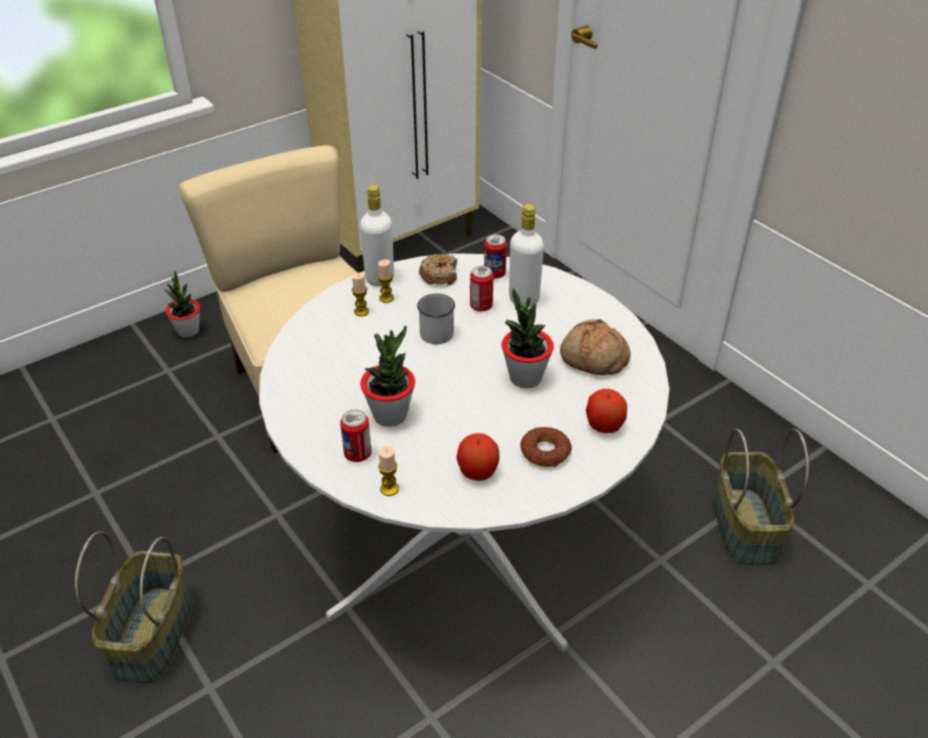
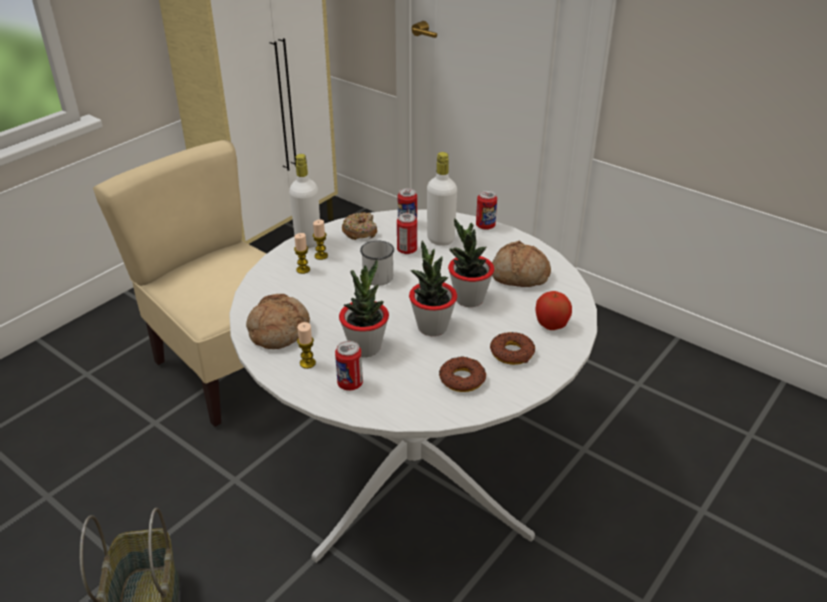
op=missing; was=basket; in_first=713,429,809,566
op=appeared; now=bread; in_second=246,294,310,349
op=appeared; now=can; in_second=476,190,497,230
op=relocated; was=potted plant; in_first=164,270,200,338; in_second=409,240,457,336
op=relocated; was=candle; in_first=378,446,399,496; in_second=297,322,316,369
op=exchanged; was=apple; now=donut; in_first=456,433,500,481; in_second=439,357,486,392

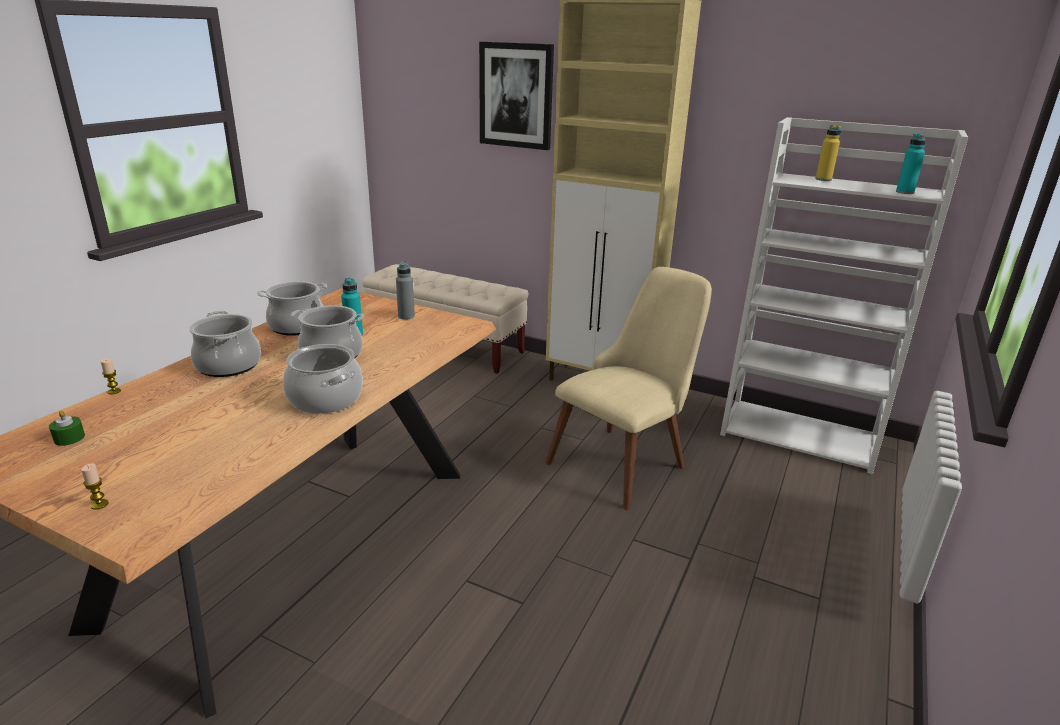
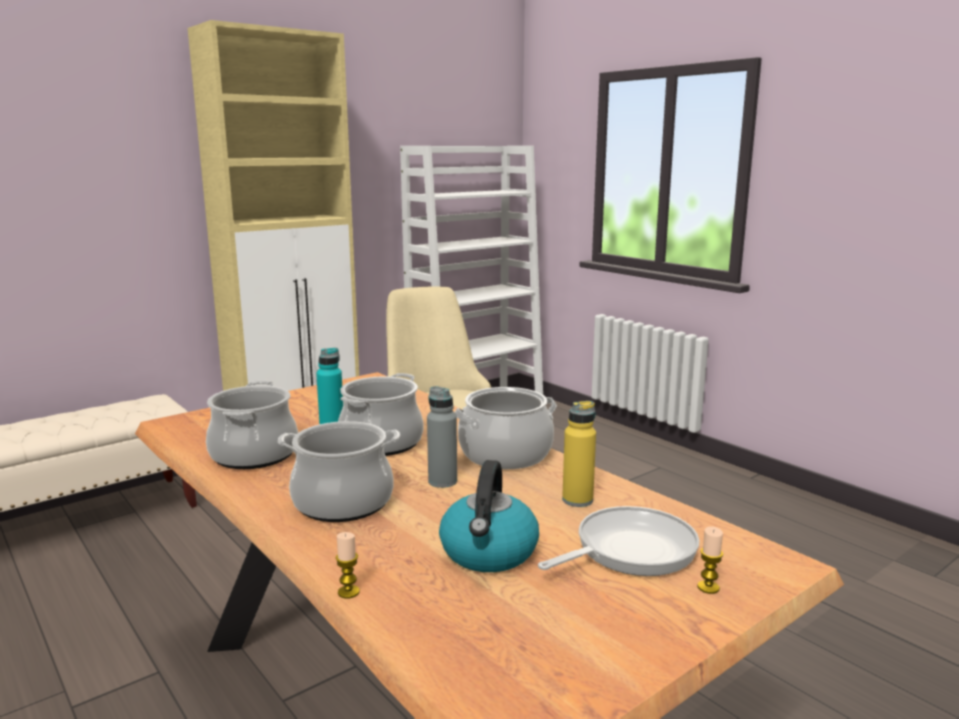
op=missing; was=green candle; in_first=49,410,85,446
op=missing; was=picture; in_first=479,42,554,150
op=missing; was=turquoise bottle; in_first=896,134,926,194
op=appeared; now=kettle; in_second=439,460,539,572
op=appeared; now=frying pan; in_second=538,506,699,576
op=relocated; was=grey bottle; in_first=396,261,415,319; in_second=427,386,457,488
op=relocated; was=yellow bottle; in_first=815,125,841,181; in_second=562,401,596,507

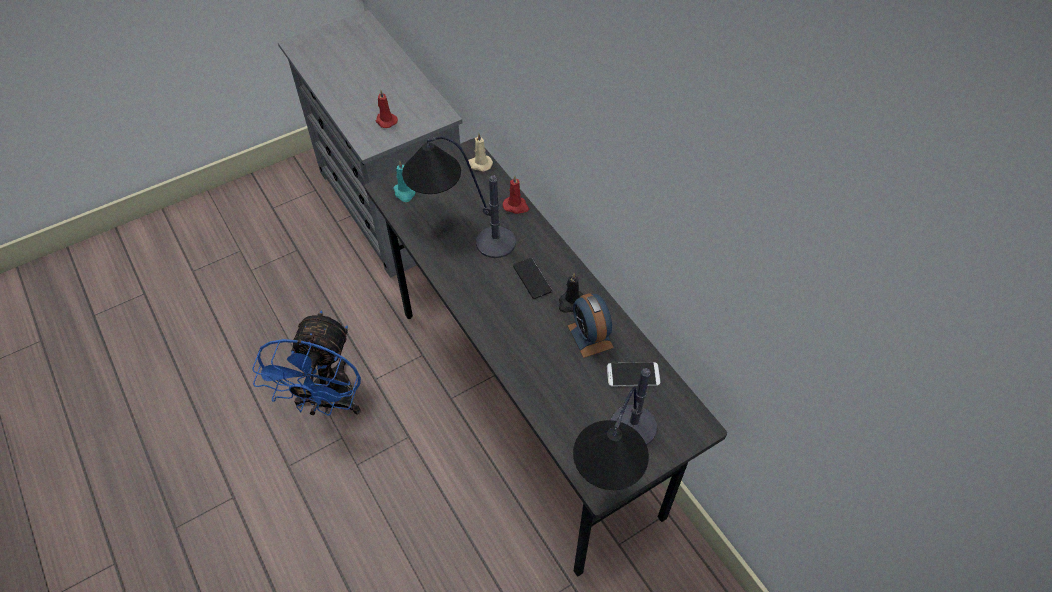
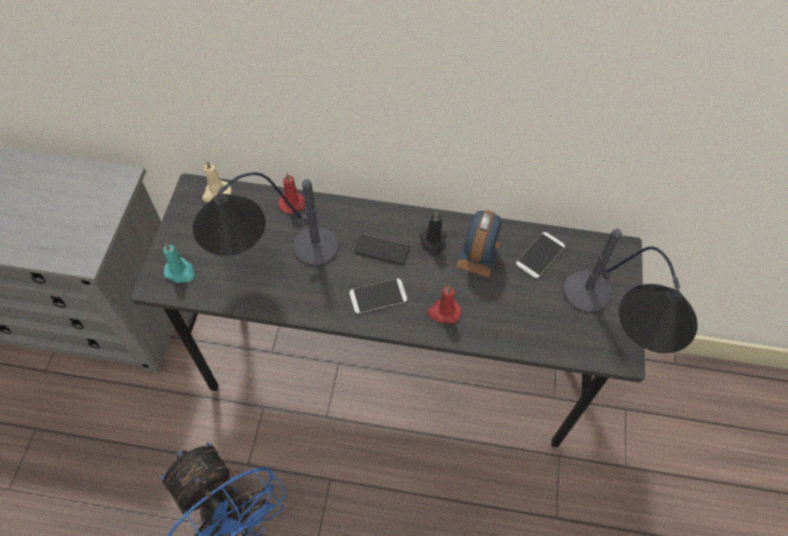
op=appeared; now=phone; in_second=349,279,407,314
op=relocated; was=red candle; in_first=376,90,398,128; in_second=427,285,461,323
op=spun; was=alarm clock; in_first=567,293,614,358; in_second=456,210,502,278; clockwise=90

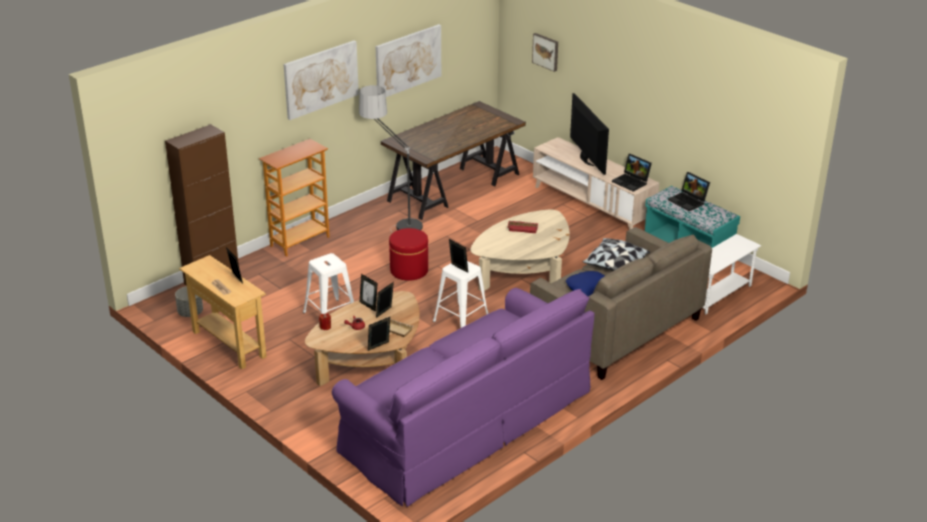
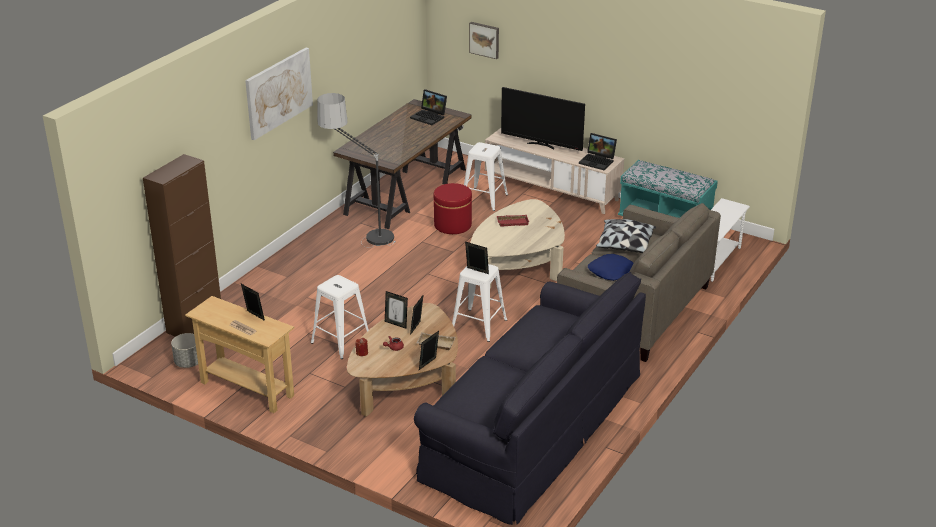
op=missing; was=bookcase; in_first=259,139,330,257
op=missing; was=picture; in_first=375,24,441,97
op=appeared; now=white stool; in_second=464,142,508,211
op=relocated; was=red ottoman; in_first=389,228,428,281; in_second=433,183,472,234
op=relocated; was=laptop; in_first=668,172,710,211; in_second=410,89,447,125
op=colour; was=purple sofa; now=black sofa; in_first=332,288,595,507; in_second=414,272,646,525
op=spun; was=television; in_first=570,93,609,175; in_second=501,87,585,151; clockwise=150

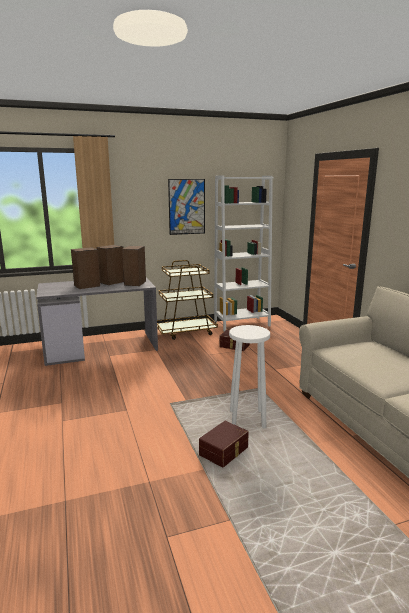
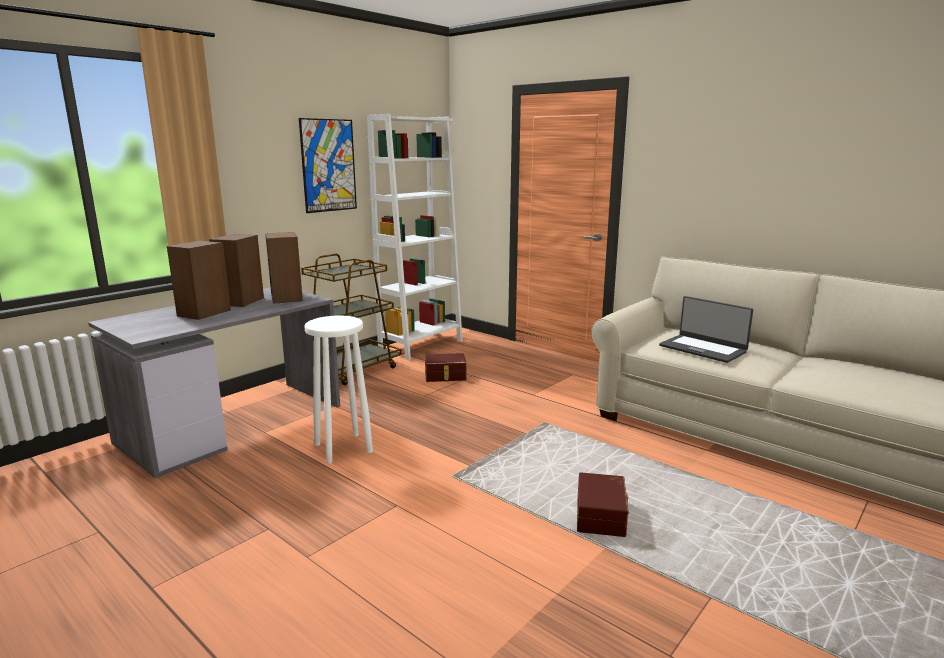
op=appeared; now=laptop; in_second=659,296,753,363
op=relocated; was=white stool; in_first=229,325,270,428; in_second=304,315,373,463

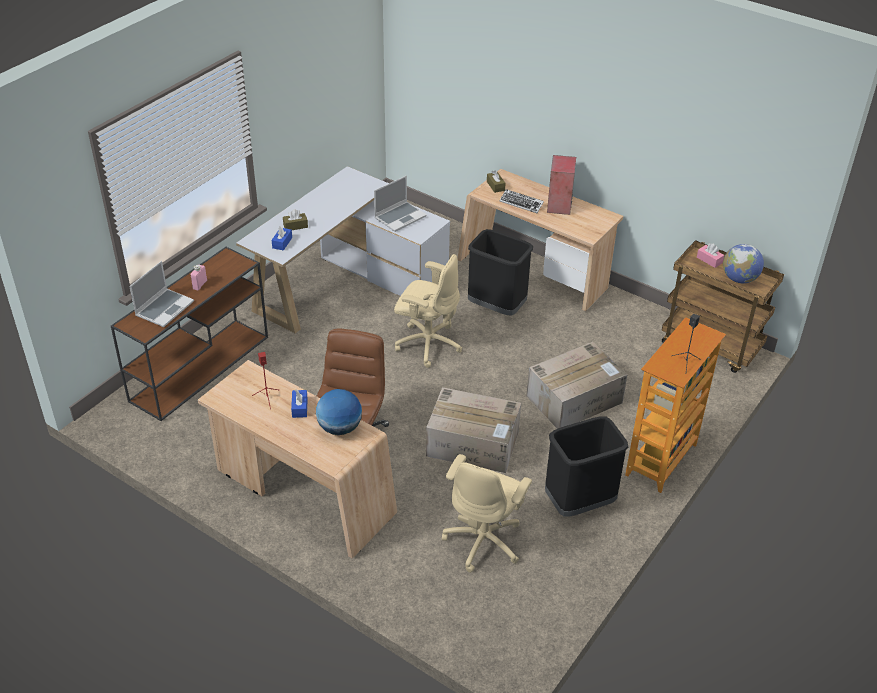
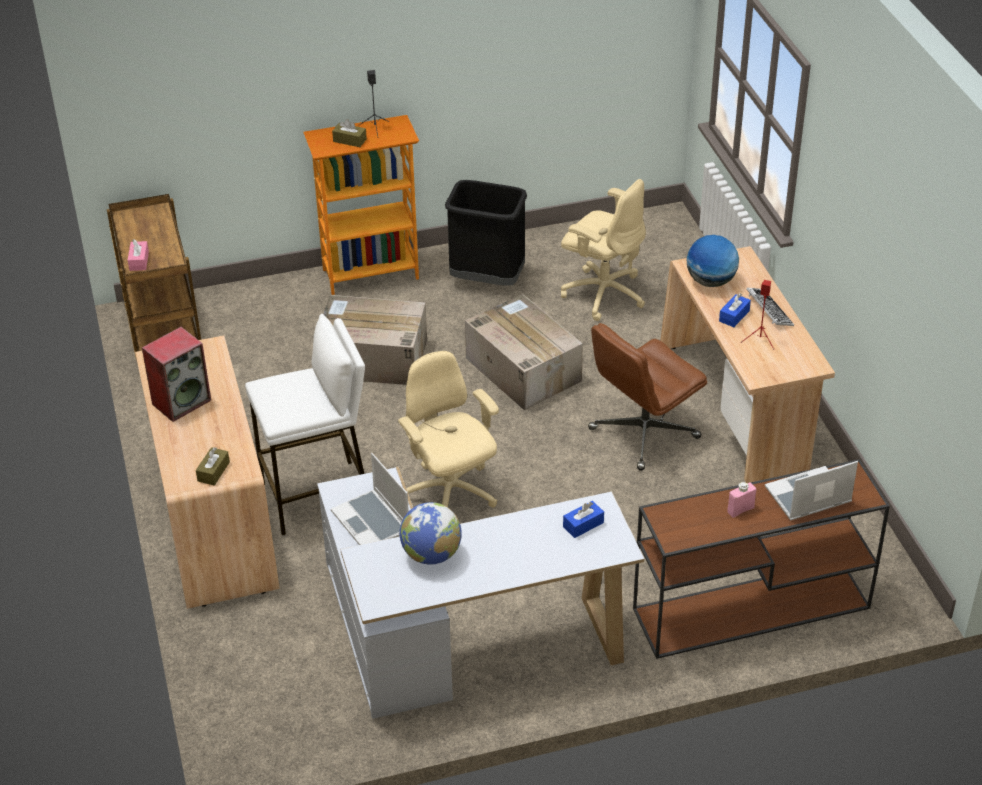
op=relocated; was=brown tissue box; in_first=283,209,308,230; in_second=332,119,367,147
op=relocated; was=keyboard; in_first=499,189,544,213; in_second=747,288,794,326
op=relocated; was=globe; in_first=723,244,764,283; in_second=400,502,462,565
op=exchanged; was=black trash can; now=white stool; in_first=468,229,533,316; in_second=245,314,365,536
op=spun; was=laptop; in_first=374,175,427,232; in_second=331,453,409,545; clockwise=-120
op=spun; was=beige office chair; in_first=442,454,532,572; in_second=561,179,646,321; clockwise=60

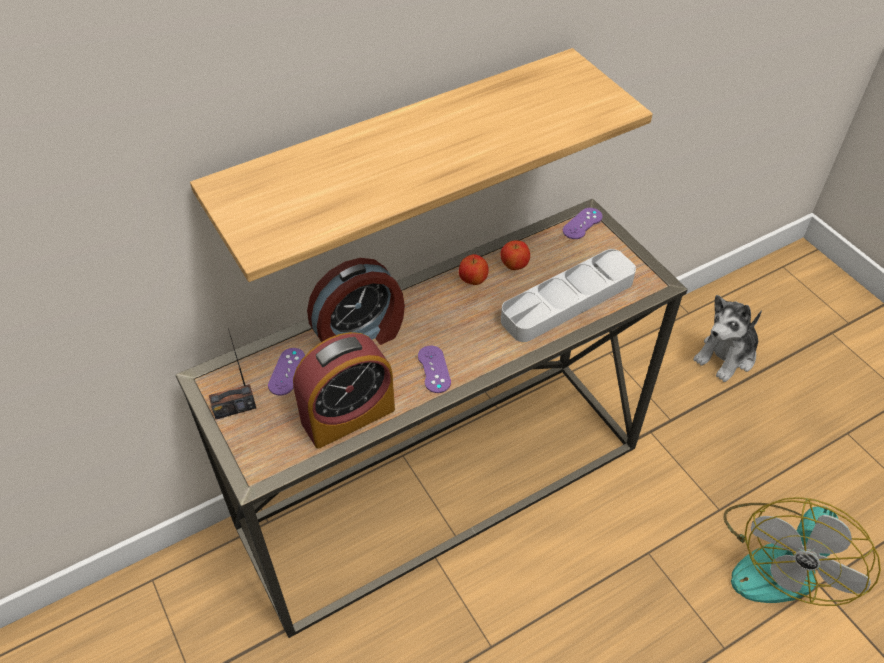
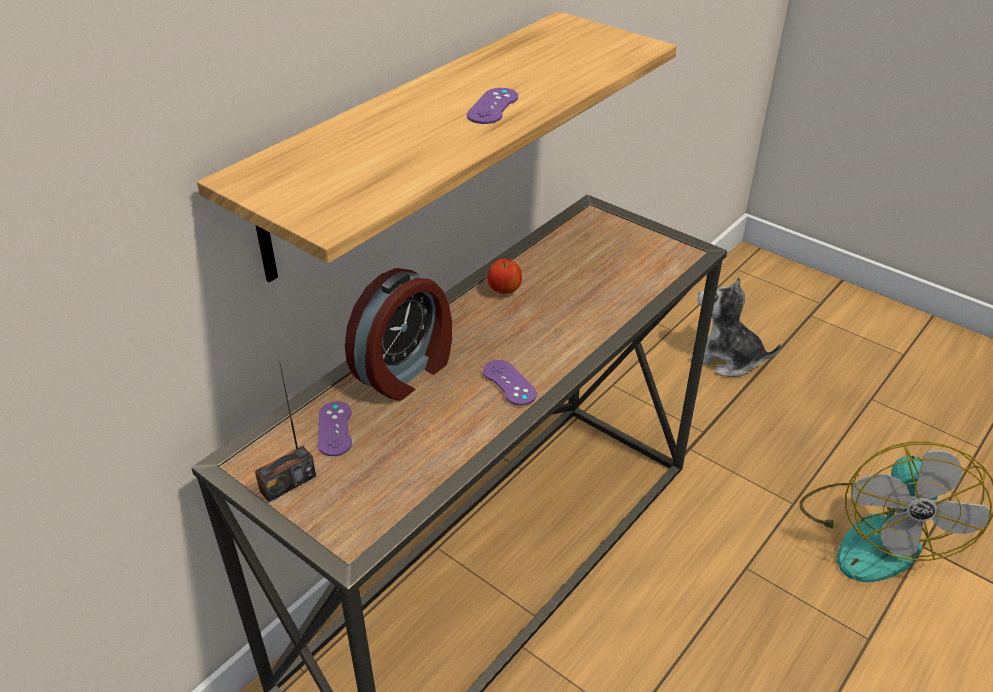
op=missing; was=alarm clock; in_first=293,332,395,449
op=missing; was=apple; in_first=500,240,530,270
op=missing; was=grey tray; in_first=501,249,636,342
op=relocated; was=purple game controller; in_first=563,208,603,239; in_second=467,88,518,124
op=spun; was=plush toy; in_first=693,295,762,382; in_second=690,277,781,377; clockwise=90

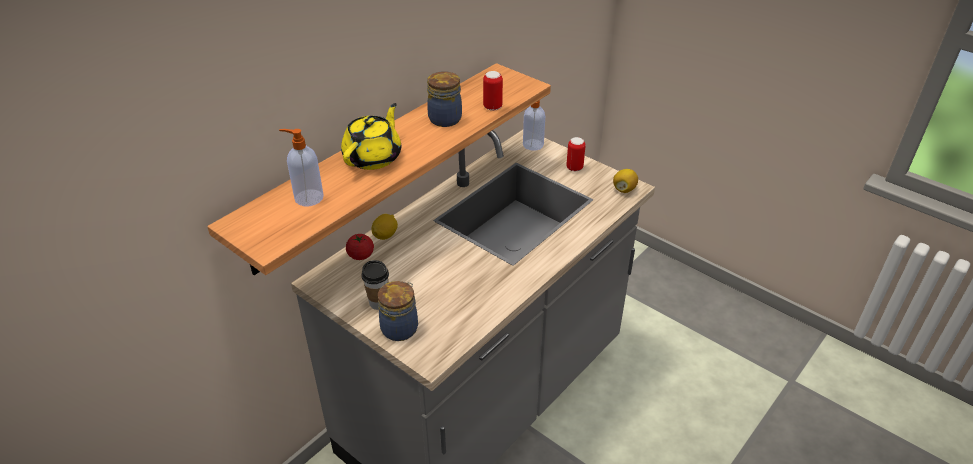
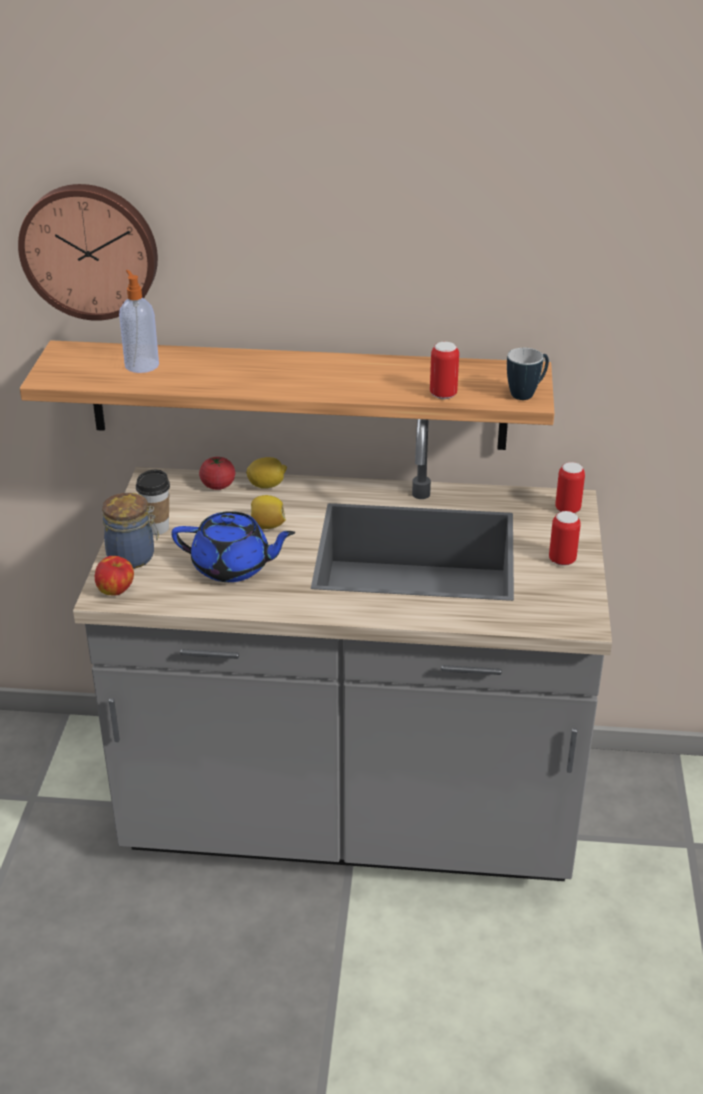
op=missing; was=yellow teapot; in_first=341,103,401,170
op=missing; was=jar; in_first=427,71,462,127
op=appeared; now=wall clock; in_second=18,184,158,321
op=appeared; now=apple; in_second=95,556,134,596
op=appeared; now=blue teapot; in_second=171,511,295,582
op=appeared; now=mug; in_second=507,348,549,400
op=relocated; was=lemon; in_first=613,169,638,193; in_second=251,495,286,529
op=exchanged; was=soap dispenser; now=can; in_first=523,100,545,151; in_second=555,462,585,513

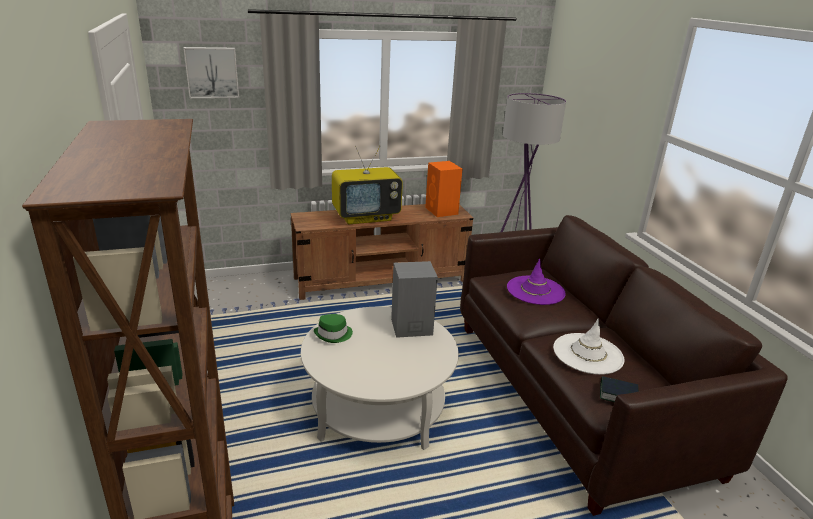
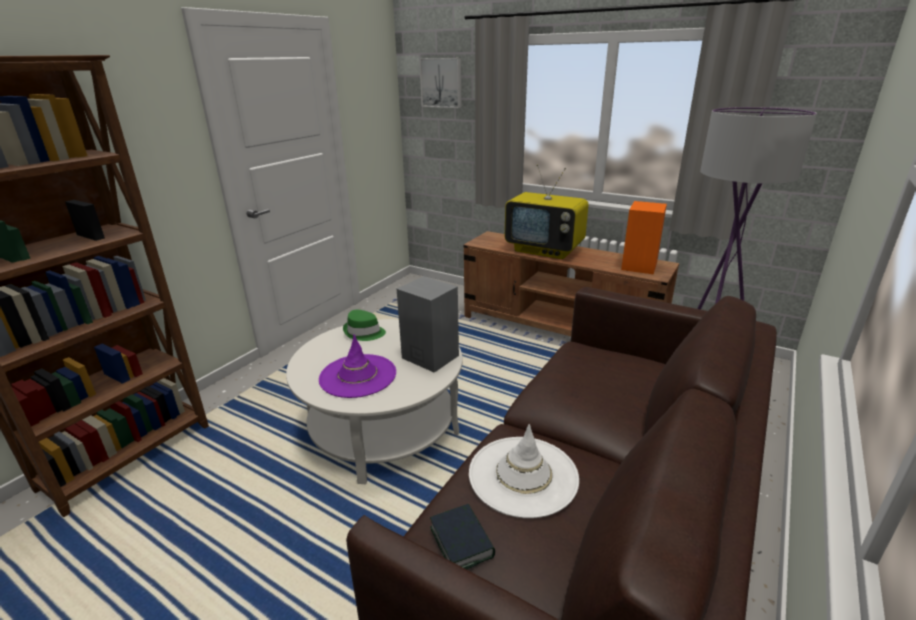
op=relocated; was=purple hat; in_first=507,258,566,305; in_second=319,334,396,398

